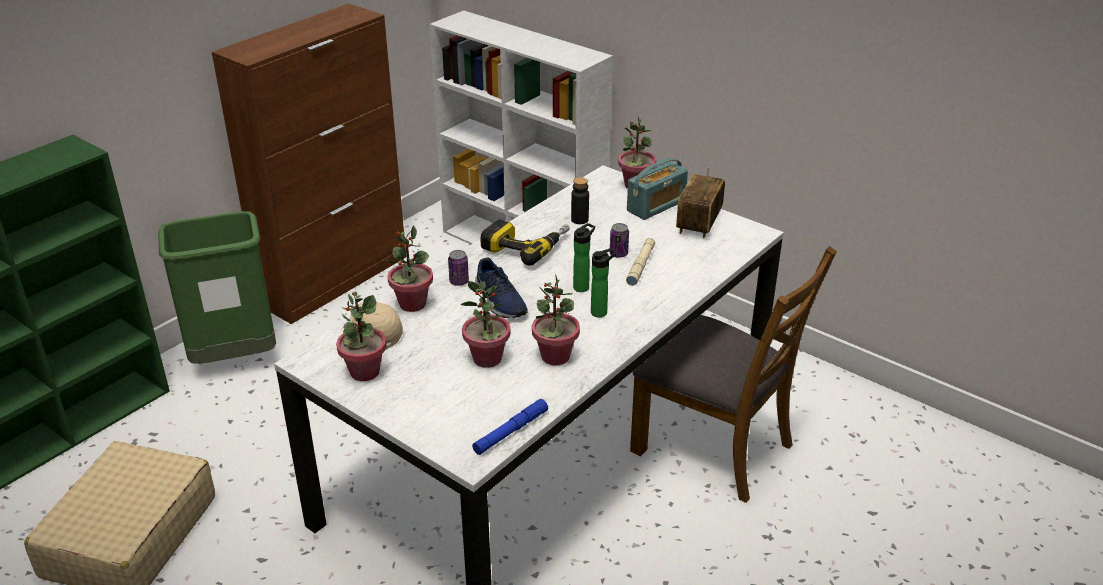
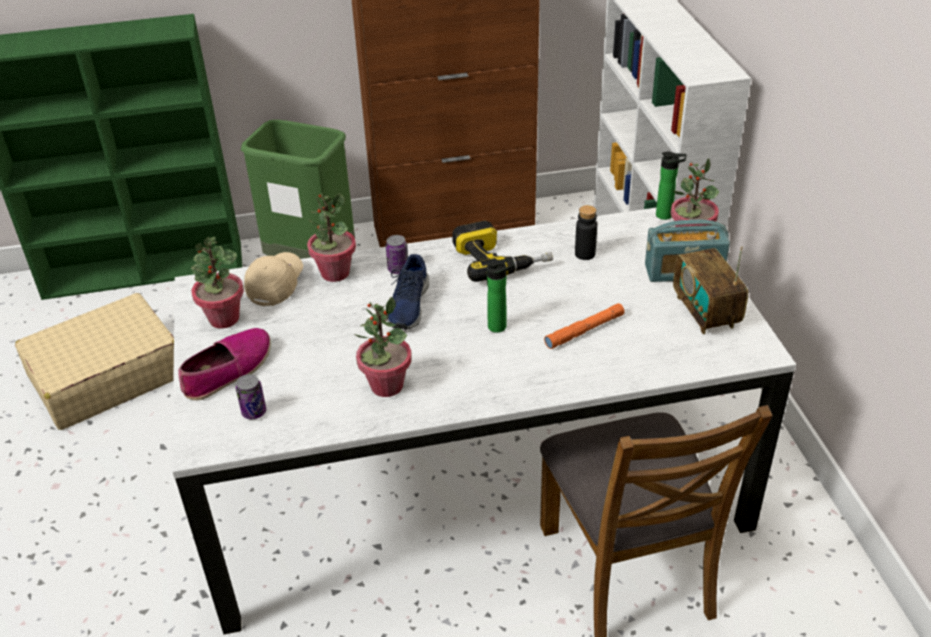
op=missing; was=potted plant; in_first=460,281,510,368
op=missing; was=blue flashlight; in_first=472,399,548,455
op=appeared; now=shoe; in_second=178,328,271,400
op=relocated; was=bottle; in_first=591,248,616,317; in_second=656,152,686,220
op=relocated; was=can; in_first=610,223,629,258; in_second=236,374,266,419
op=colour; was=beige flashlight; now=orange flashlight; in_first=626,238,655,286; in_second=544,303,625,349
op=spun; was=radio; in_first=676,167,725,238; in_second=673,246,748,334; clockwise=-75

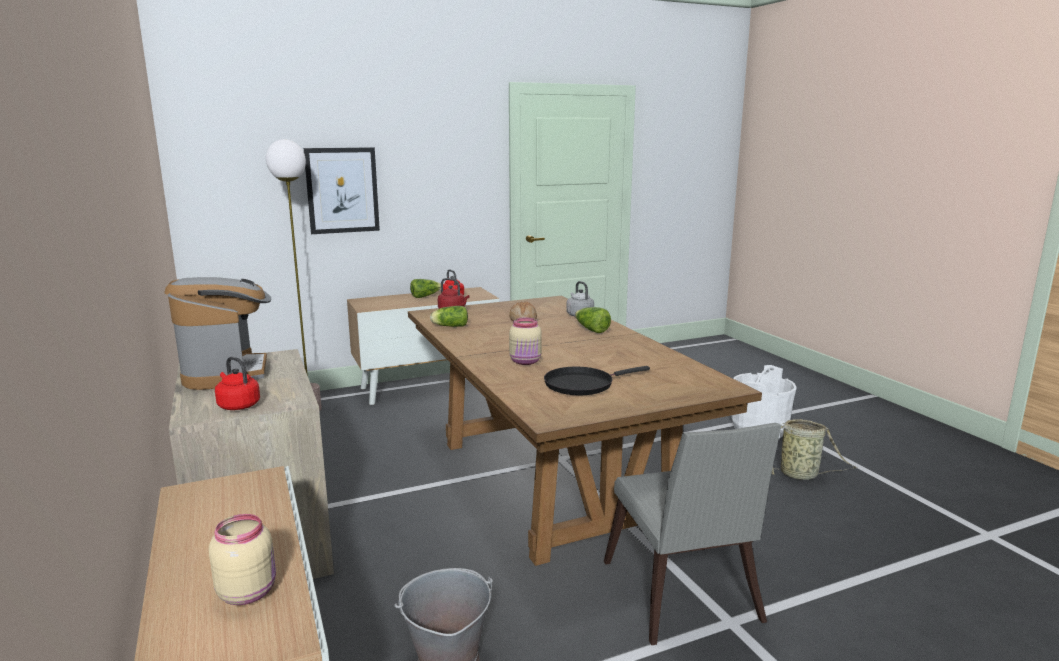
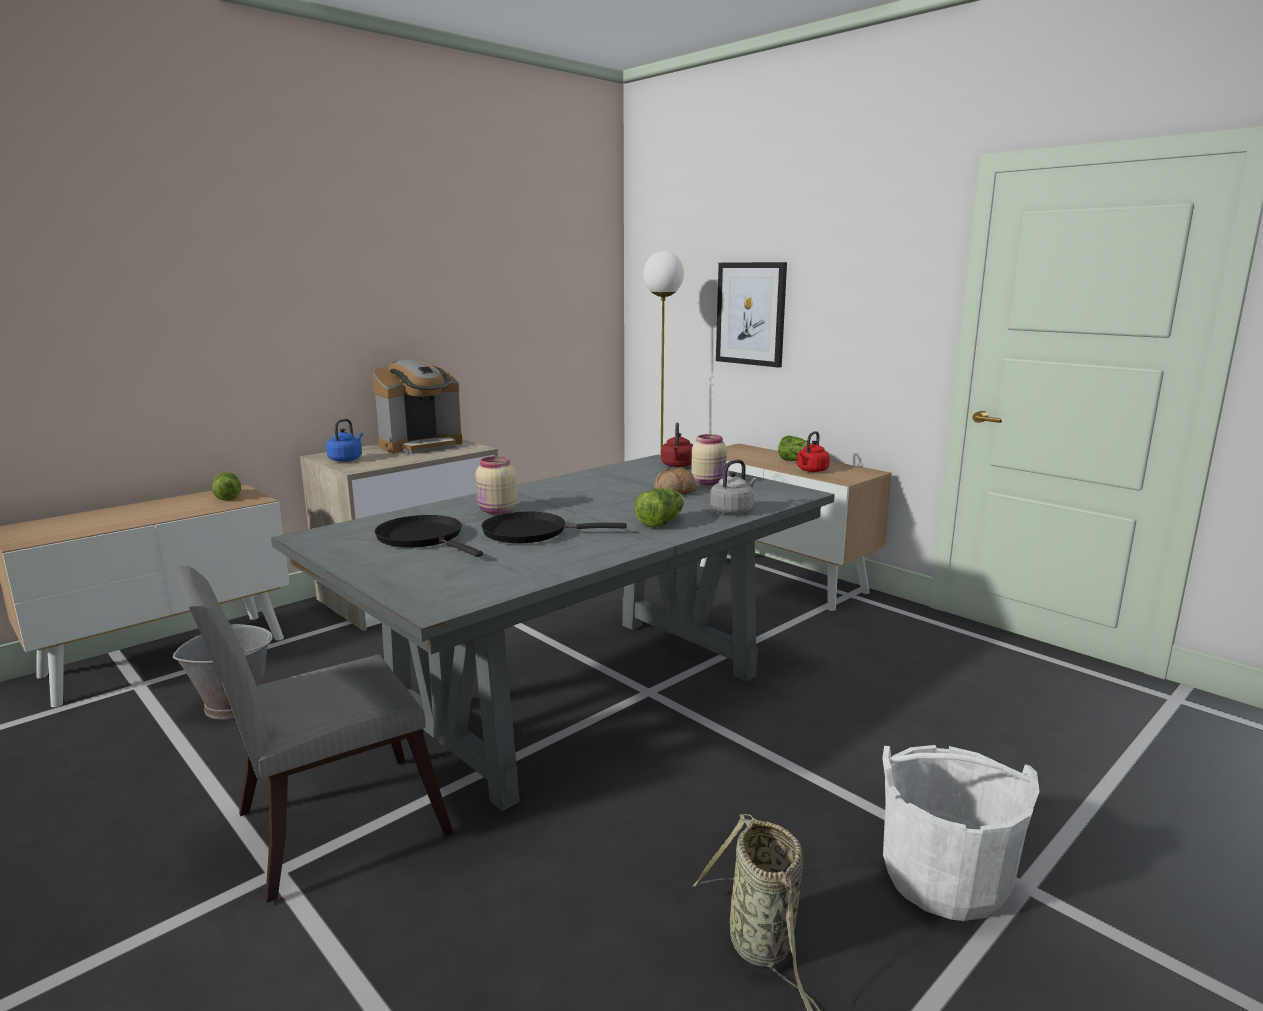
op=appeared; now=black frying pan; in_second=481,511,627,543
op=relocated; was=beige jar; in_first=209,514,276,605; in_second=691,434,727,485
op=relocated; was=lettuce; in_first=430,306,468,327; in_second=212,472,241,501
op=colour; was=red kettle; now=blue kettle; in_first=215,357,260,410; in_second=326,419,363,462
op=colour; was=brown dining table; now=grey dining table; in_first=408,296,762,566; in_second=271,455,835,811

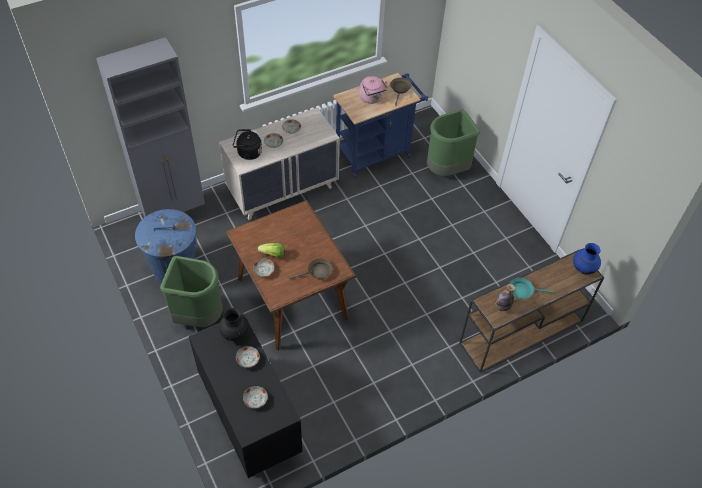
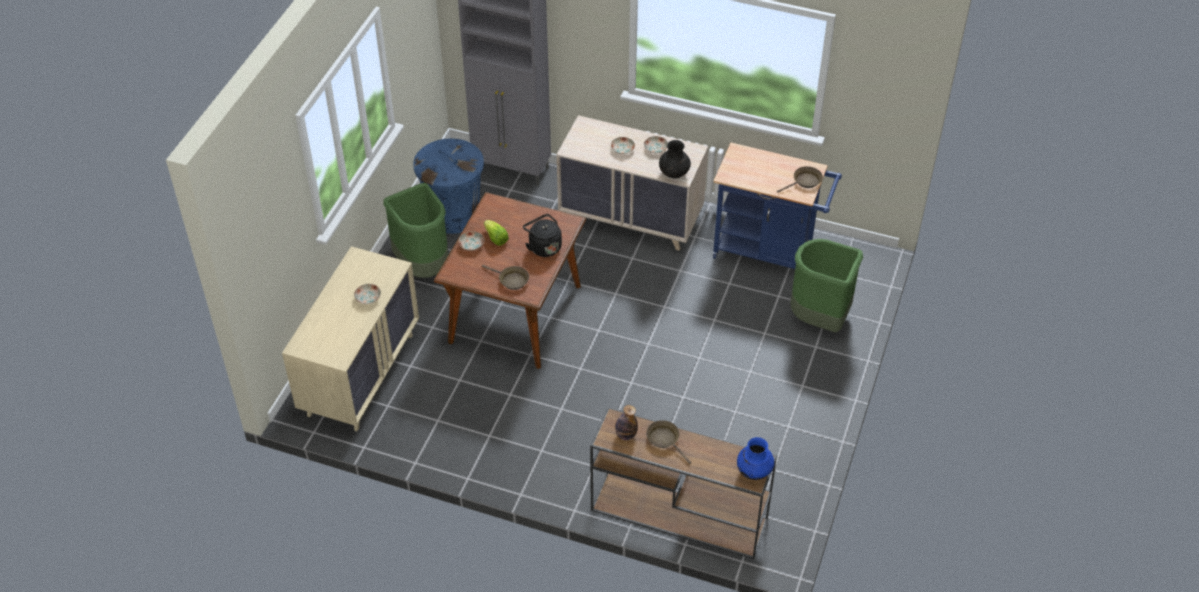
op=missing; was=plate; in_first=243,386,268,408
op=missing; was=pink kettle; in_first=360,76,387,104
op=relocated; was=black vase; in_first=219,308,249,341; in_second=659,140,691,178
op=relocated; was=black kettle; in_first=233,129,262,160; in_second=523,214,562,257
op=colour; was=black dresser; now=beige dresser; in_first=189,313,302,478; in_second=282,246,419,431
op=colour; was=turquoise frying pan; now=brown frying pan; in_first=509,278,553,299; in_second=646,420,691,464

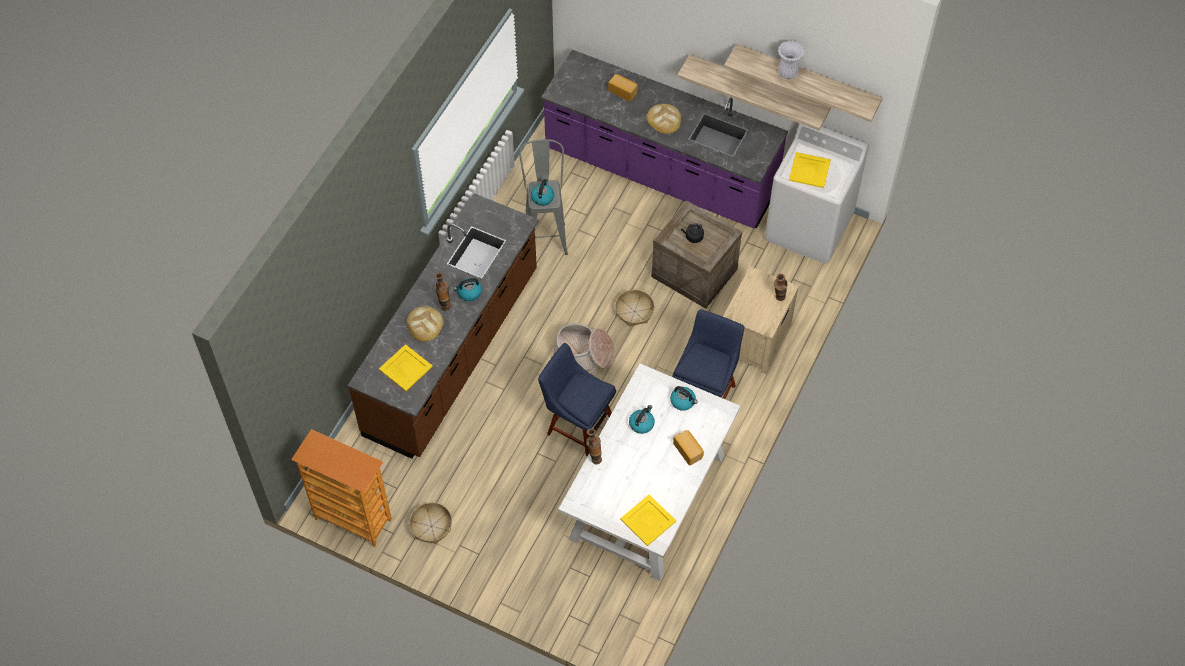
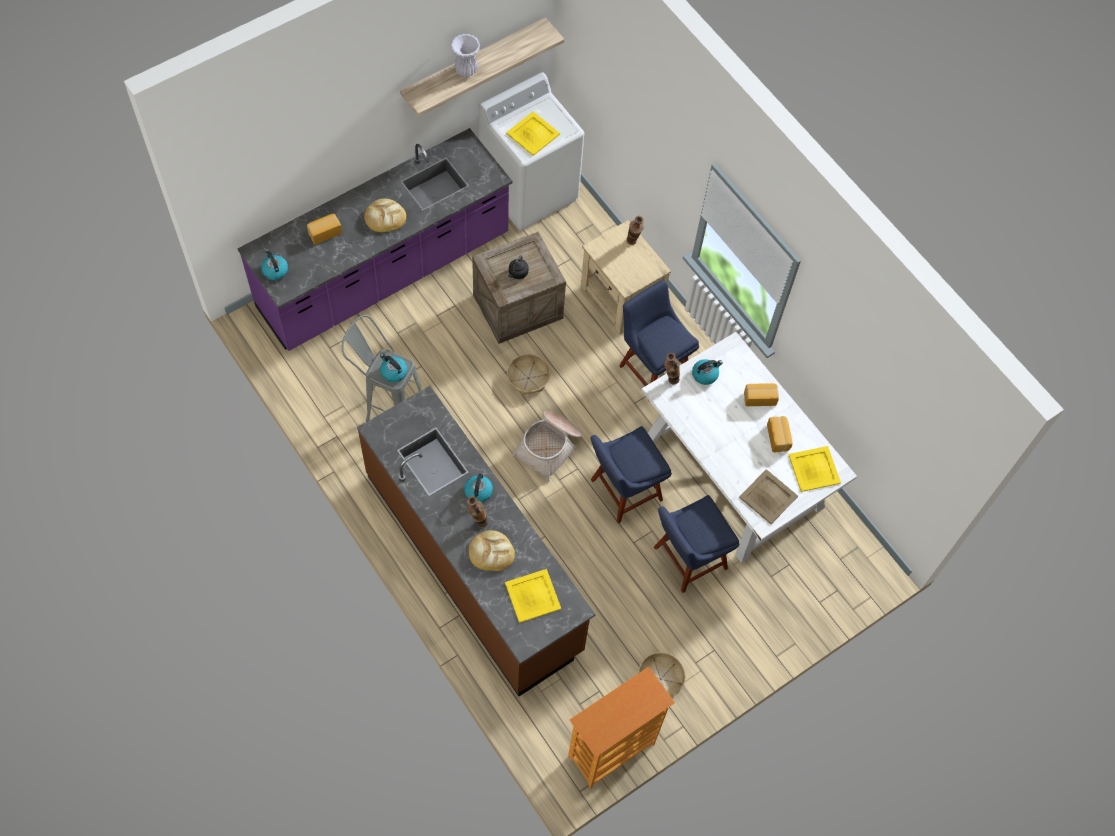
op=missing; was=shelf; in_first=677,54,831,130
op=appeared; now=blue chair; in_second=654,495,739,593
op=appeared; now=beige tray; in_second=739,469,798,524
op=appeared; now=bread; in_second=767,416,793,452
op=relocated; was=vase; in_first=586,428,602,464; in_second=664,353,680,384
op=relocated; was=kettle; in_first=629,405,655,434; in_second=261,249,288,280

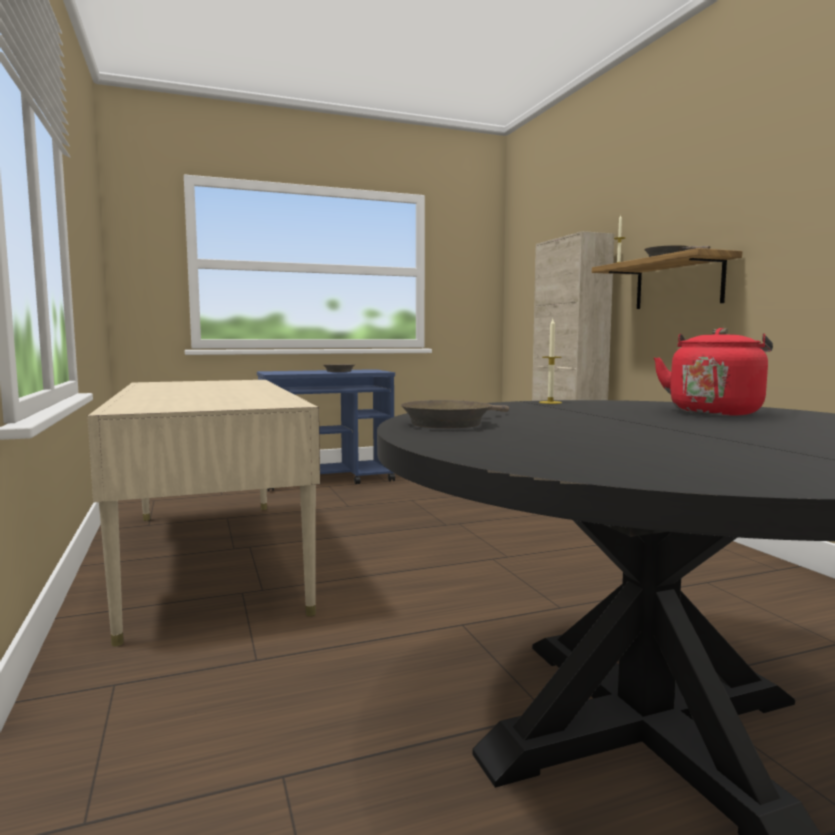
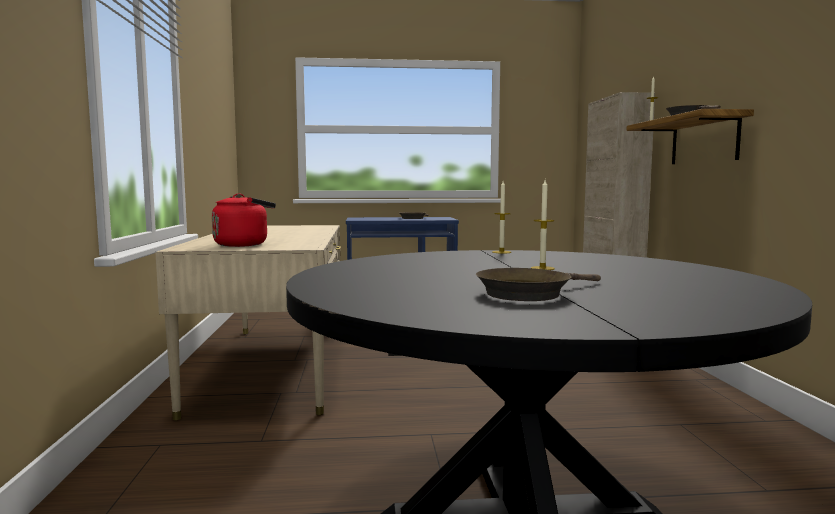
op=appeared; now=candle; in_second=531,180,555,270
op=relocated; was=brown frying pan; in_first=401,400,509,428; in_second=476,268,601,301
op=relocated; was=red kettle; in_first=654,328,773,416; in_second=212,194,276,247

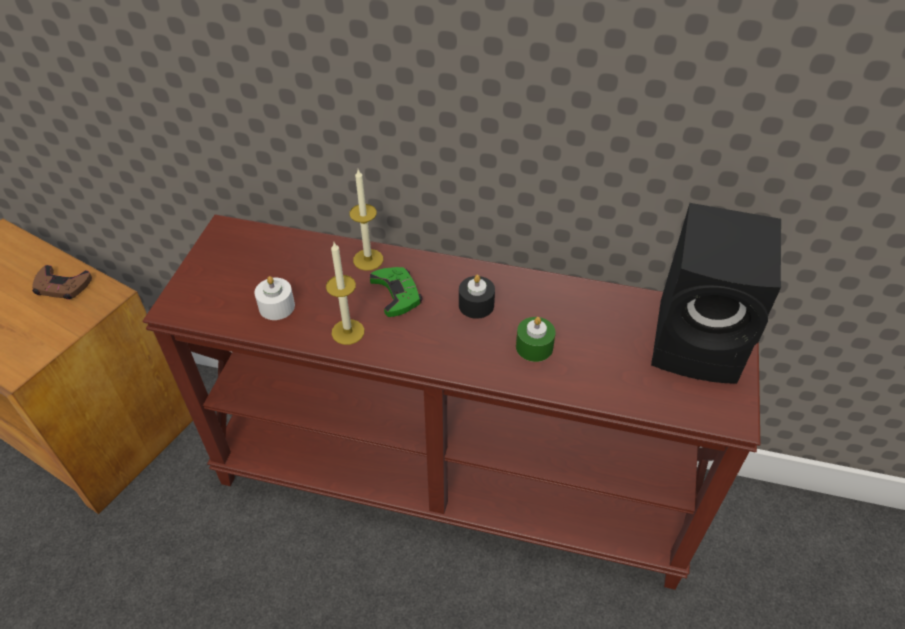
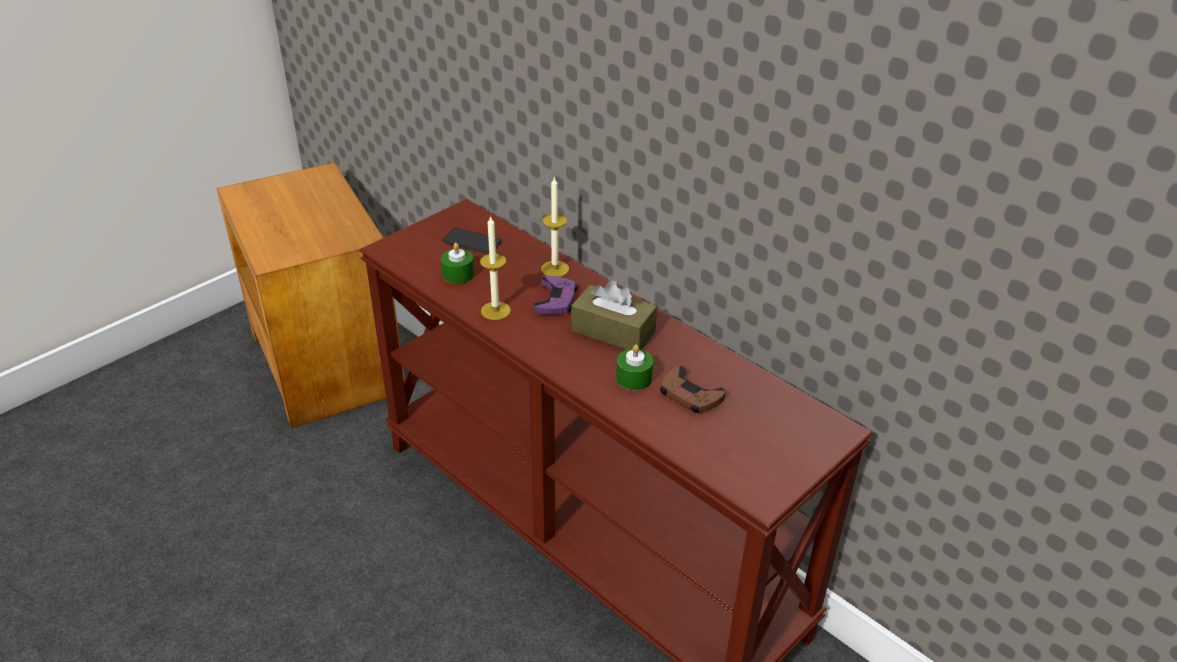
op=missing; was=black speaker; in_first=651,203,781,384
op=appeared; now=phone; in_second=443,228,501,254
op=relocated; was=brown game controller; in_first=32,265,92,300; in_second=660,365,726,413
op=exchanged; was=black candle; now=brown tissue box; in_first=459,275,495,319; in_second=571,280,657,350
op=colour; was=white candle; now=green candle; in_first=254,276,295,320; in_second=441,243,474,284
op=colour; was=green game controller; now=purple game controller; in_first=370,267,422,317; in_second=534,276,577,315

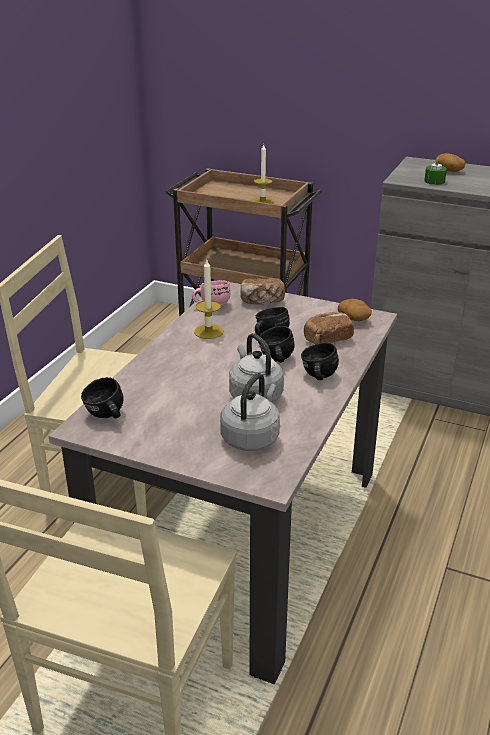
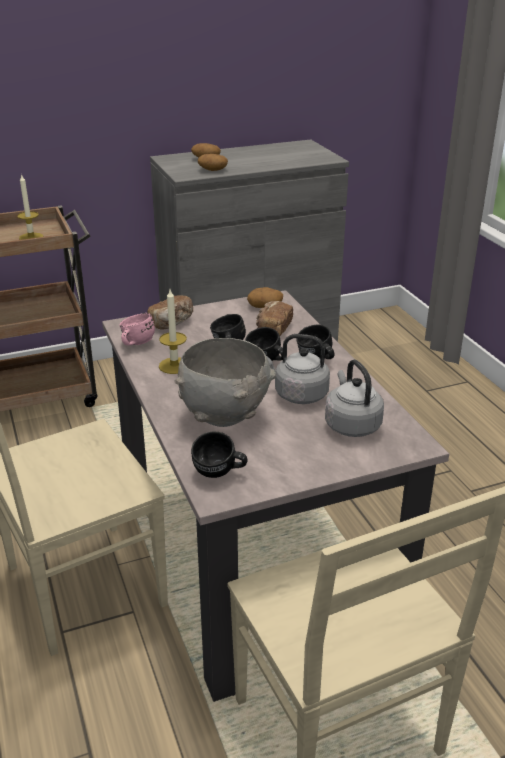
op=appeared; now=grey bowl; in_second=174,338,276,427
op=exchanged; was=green candle; now=potato; in_first=424,157,447,185; in_second=198,154,228,171

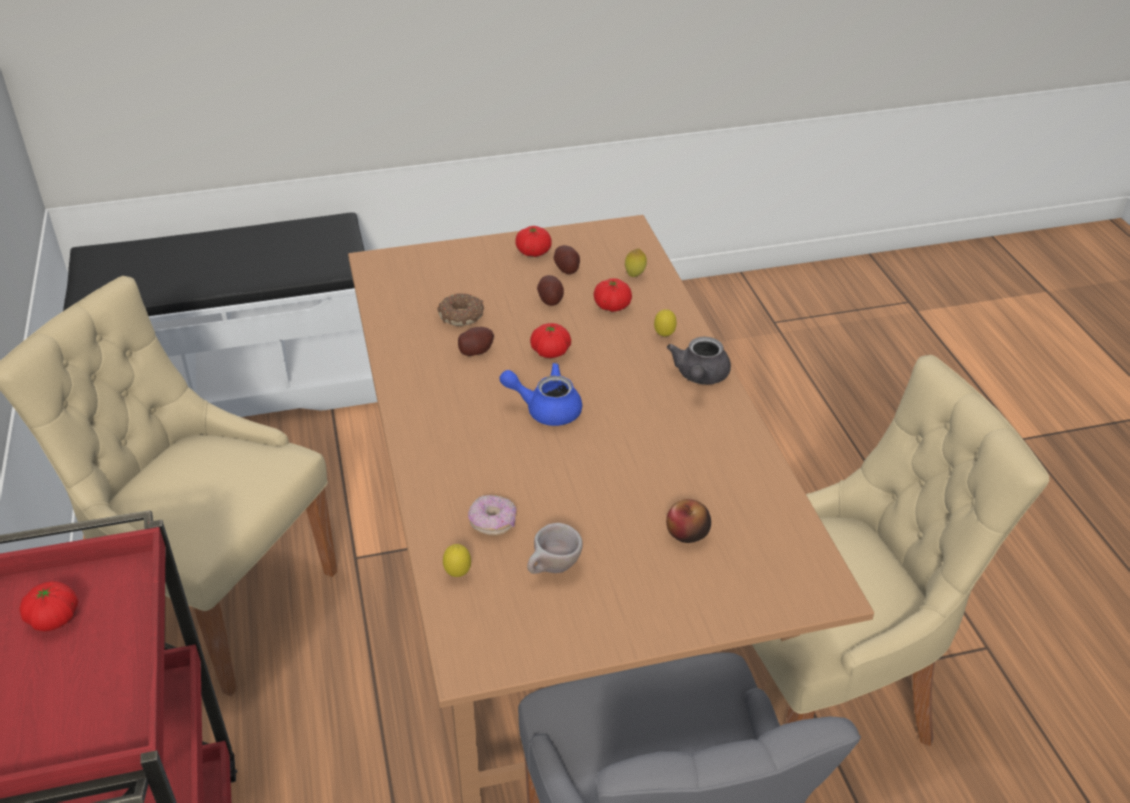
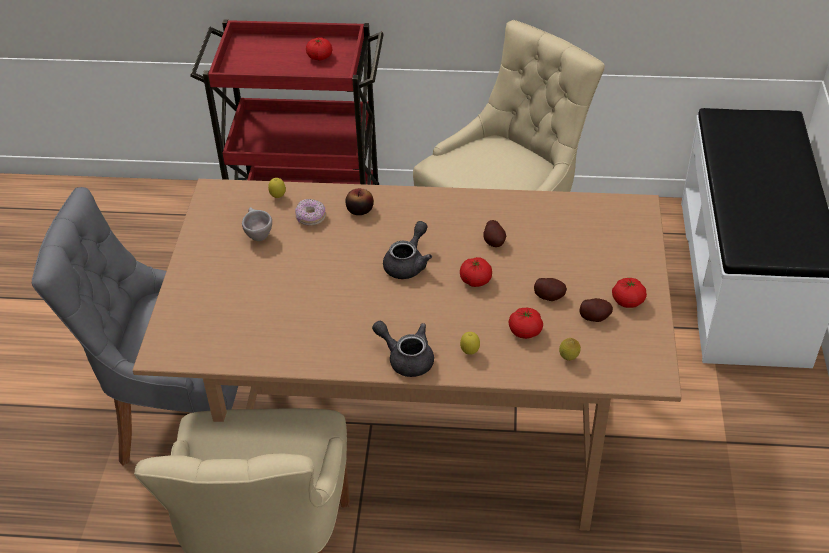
op=missing; was=donut; in_first=437,293,484,326
op=relocated; was=apple; in_first=666,499,711,543; in_second=345,188,374,215
op=colour; was=blue teapot; now=grey teapot; in_first=499,363,582,426; in_second=383,221,432,279

